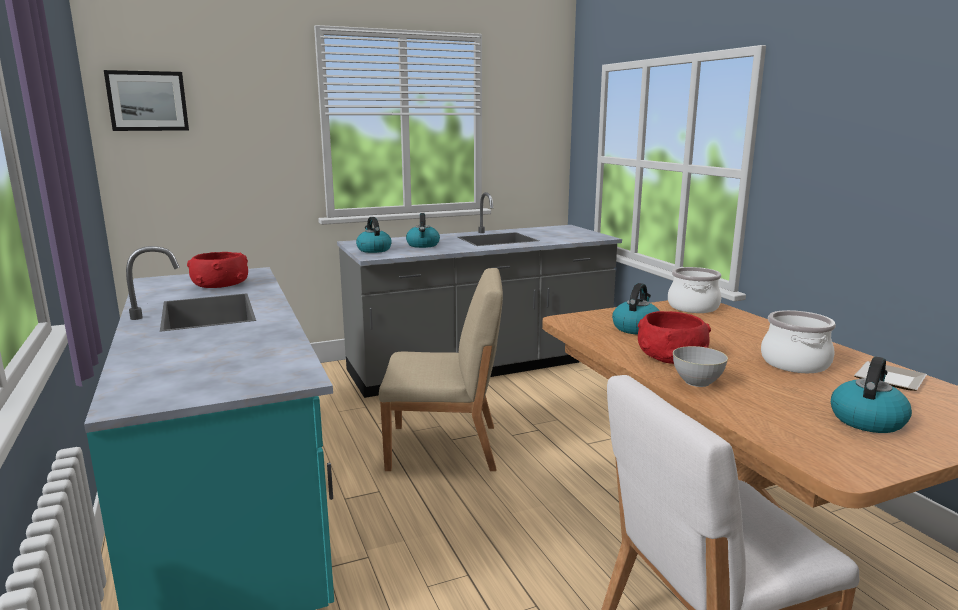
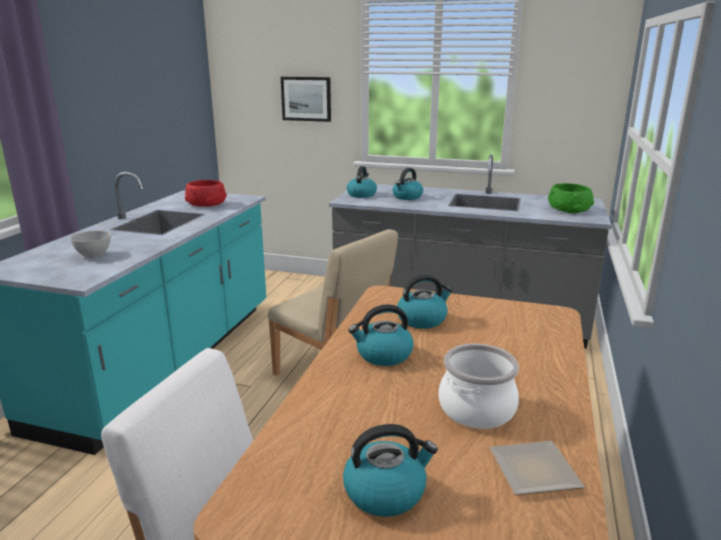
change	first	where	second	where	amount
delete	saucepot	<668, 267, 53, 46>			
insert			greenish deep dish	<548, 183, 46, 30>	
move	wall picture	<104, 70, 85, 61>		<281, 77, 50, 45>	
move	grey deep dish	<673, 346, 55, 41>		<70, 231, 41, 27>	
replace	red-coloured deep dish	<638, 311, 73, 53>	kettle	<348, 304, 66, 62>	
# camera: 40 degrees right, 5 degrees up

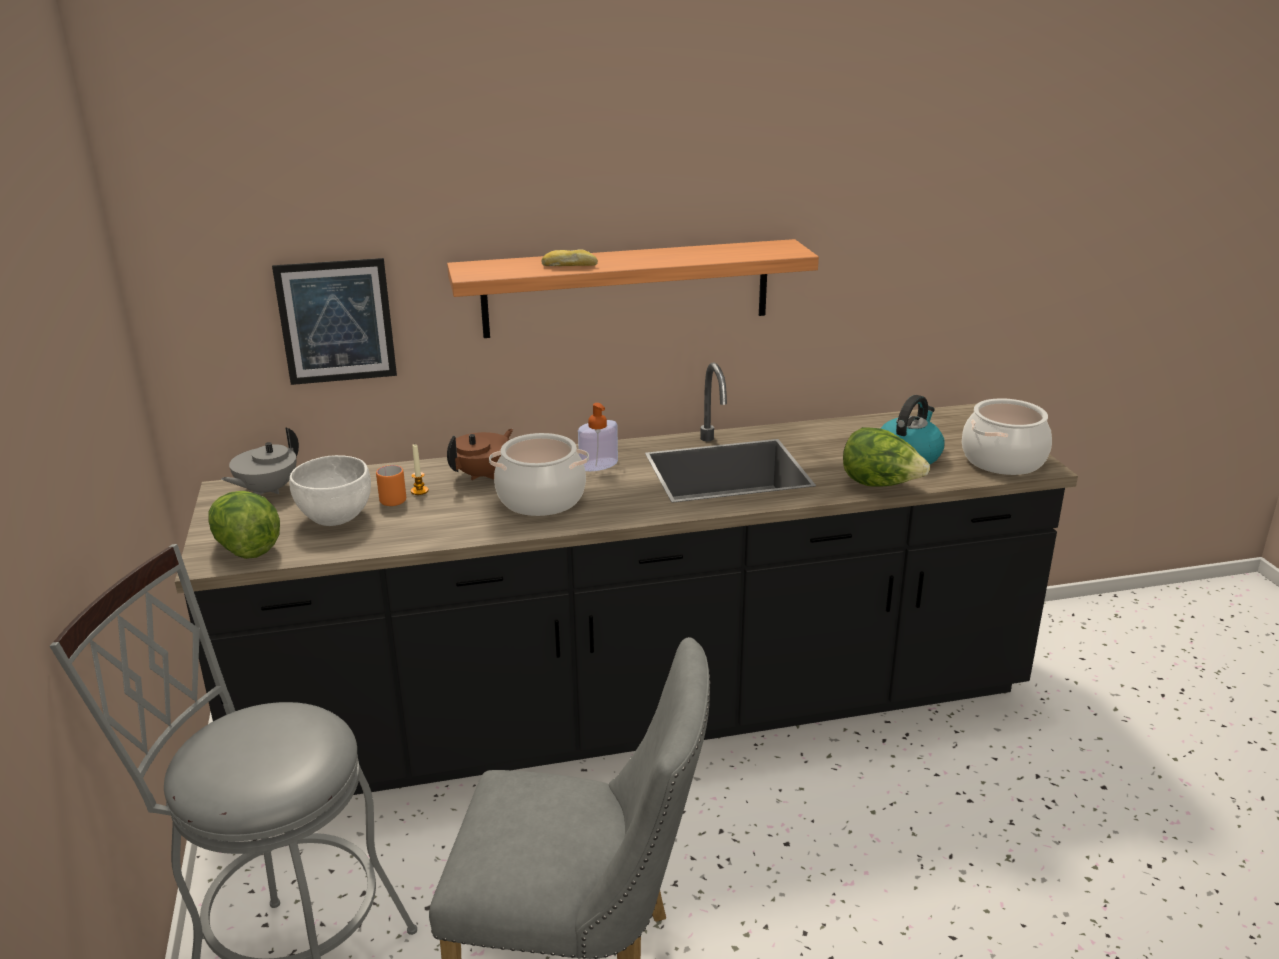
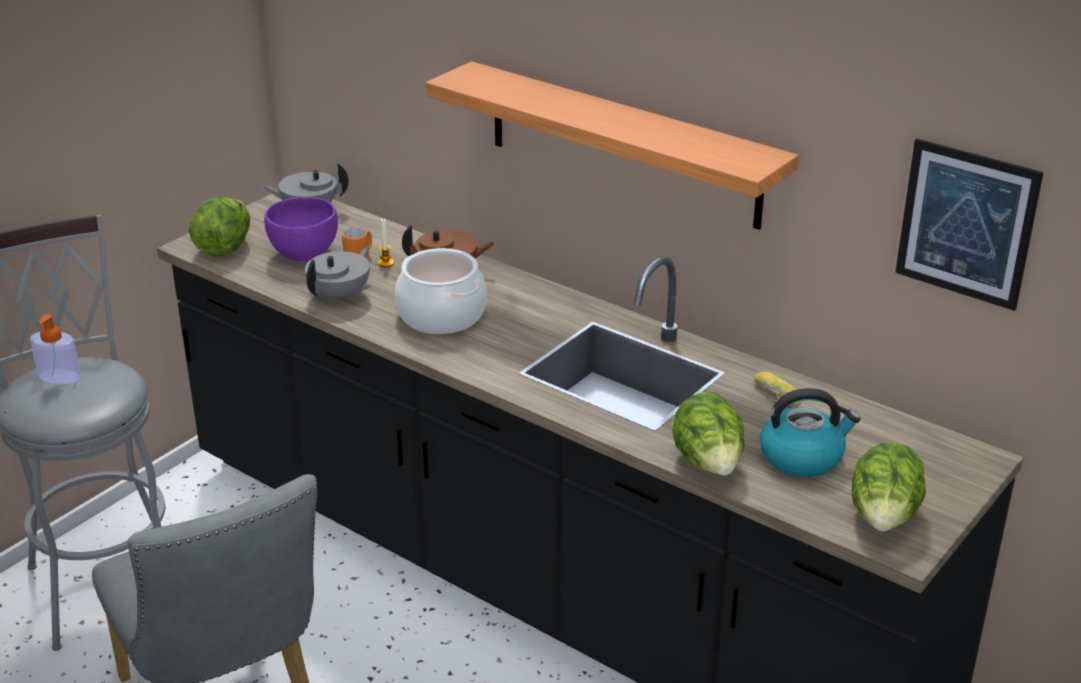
change	first	where	second	where	amount
insert			grey tea pot	<305, 246, 65, 57>	
move	wall picture	<272, 258, 125, 127>		<895, 138, 148, 173>	
move	baked bread	<541, 249, 57, 17>		<754, 372, 47, 34>	
move	soap bottle	<578, 403, 40, 68>		<30, 314, 51, 70>	
replace	saucepot	<962, 398, 90, 77>	head of lettuce	<851, 443, 75, 88>	
recolor	whitish deep dish	<289, 455, 82, 71>	purple-coloured deep dish	<264, 197, 74, 64>	
# camera: 50 degrees right, 5 degrees up

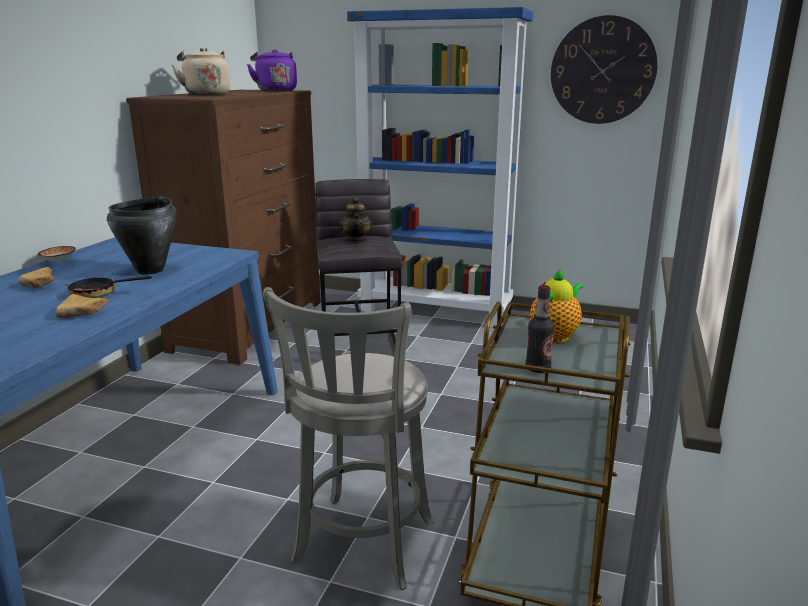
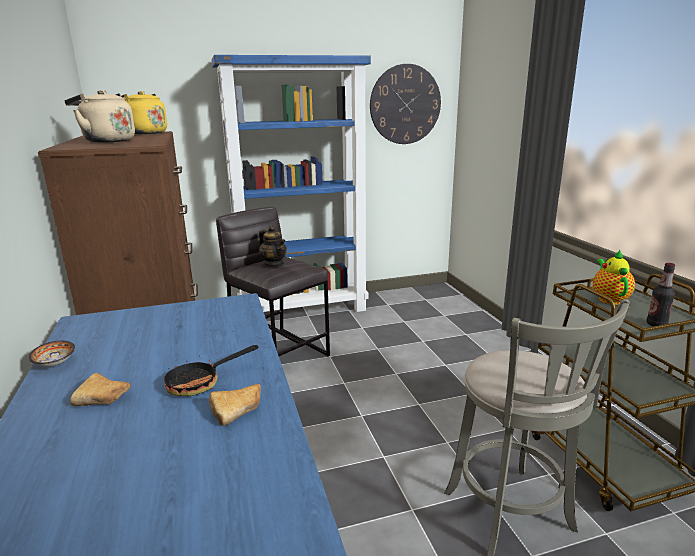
change	first	where	second	where	amount
delete	blackish saucepot	<107, 197, 70, 78>			
recolor	purple-coloured kettle	<247, 49, 50, 42>	yellow-coloured kettle	<121, 91, 46, 43>	
# camera: 35 degrees left, 0 degrees up

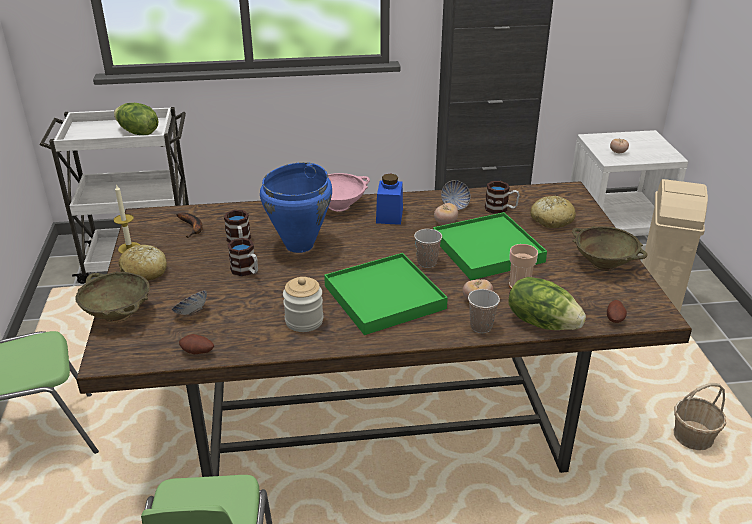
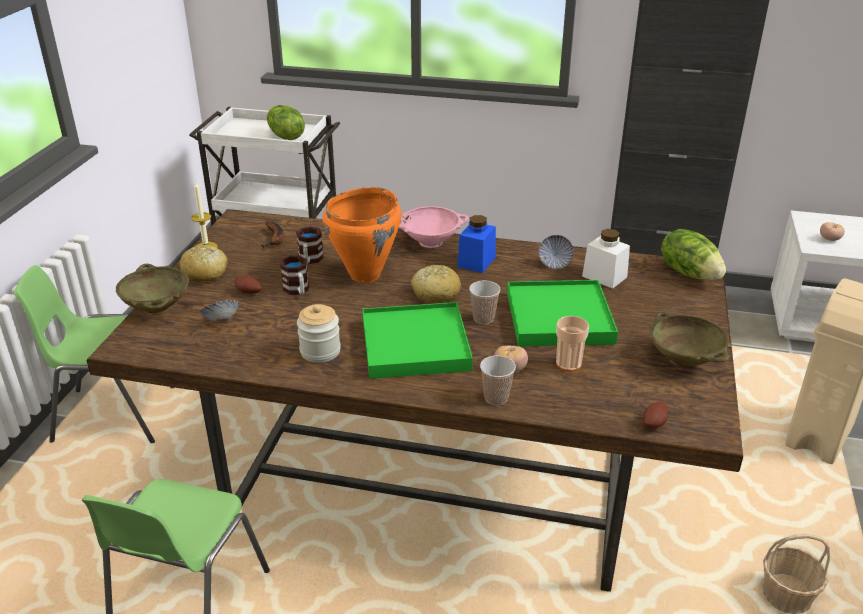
change	first	where	second	where	amount
delete	whole tomato	<434, 203, 24, 22>			
move	whole potato	<179, 334, 35, 20>		<234, 275, 28, 19>	
move	head of lettuce	<508, 277, 78, 53>		<661, 229, 65, 51>	
move	baked bread	<530, 196, 46, 32>		<411, 265, 50, 38>	
replace	tea mug	<485, 181, 35, 33>	whitish jar	<582, 229, 48, 60>	
recolor	bluish saucepot	<260, 162, 72, 91>	orange saucepot	<323, 187, 78, 96>	
# camera: 20 degrees right, 0 degrees up

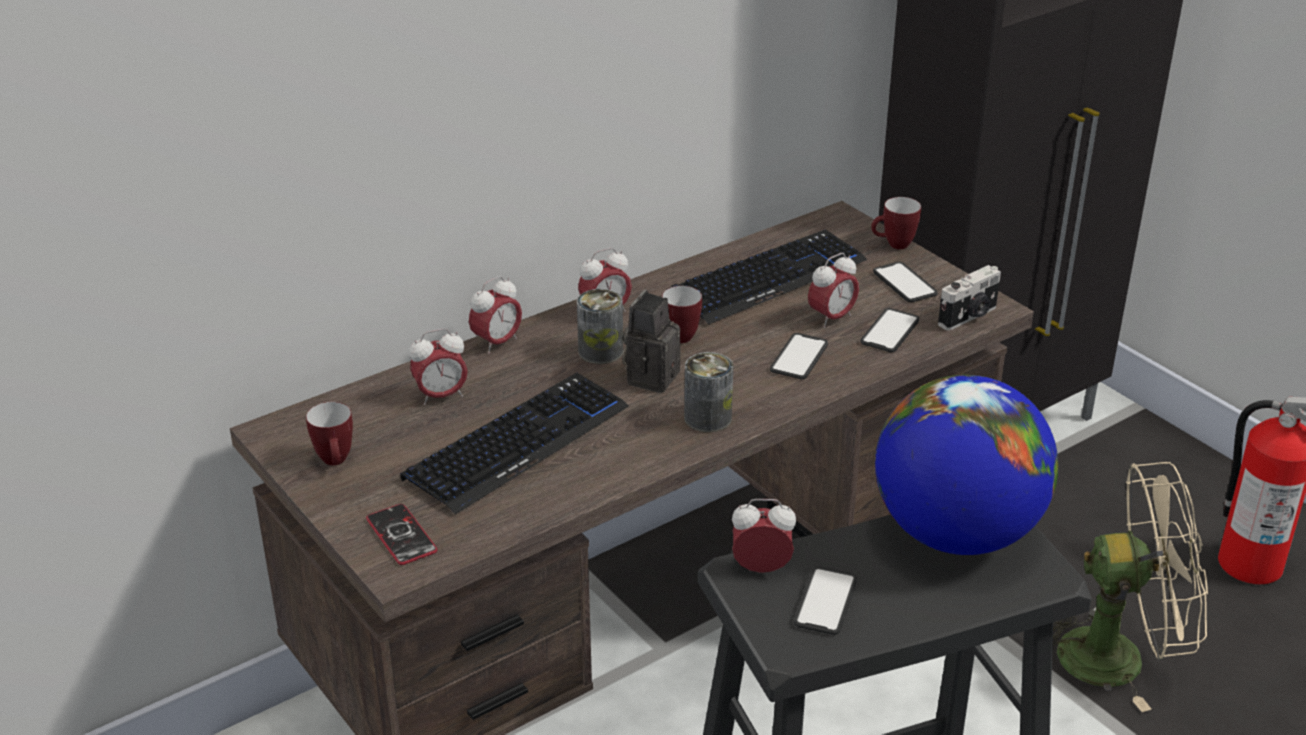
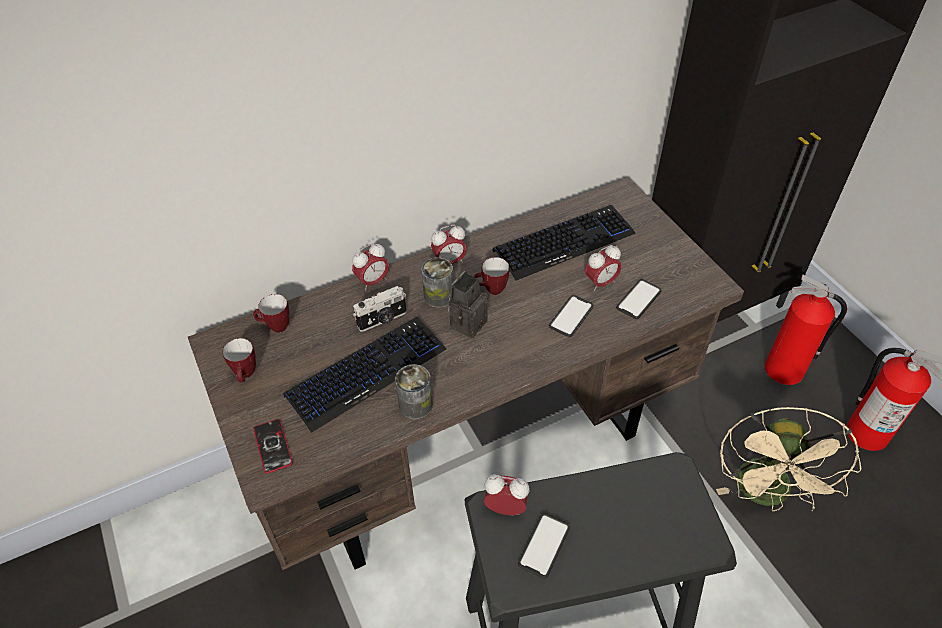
change	first	where	second	where	amount
delete	table clock	<409, 329, 59, 76>			
delete	telephone	<873, 262, 65, 40>			
delete	globe	<875, 375, 183, 180>			
insert			fire extinguisher	<765, 274, 82, 111>	
move	sealed can	<684, 352, 49, 80>		<395, 364, 38, 55>	
move	tea mug	<871, 197, 50, 52>		<253, 294, 36, 39>	
move	photo camera	<938, 265, 63, 66>		<353, 286, 54, 46>	
rotate	beige-coloured cooling fan	<1053, 462, 155, 250>		<716, 407, 145, 104>	90 degrees clockwise
# camera: 10 degrees right, 15 degrees up

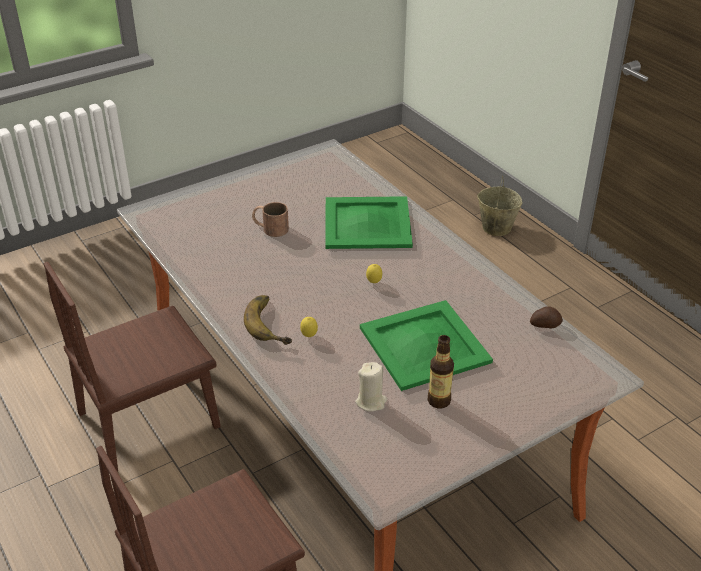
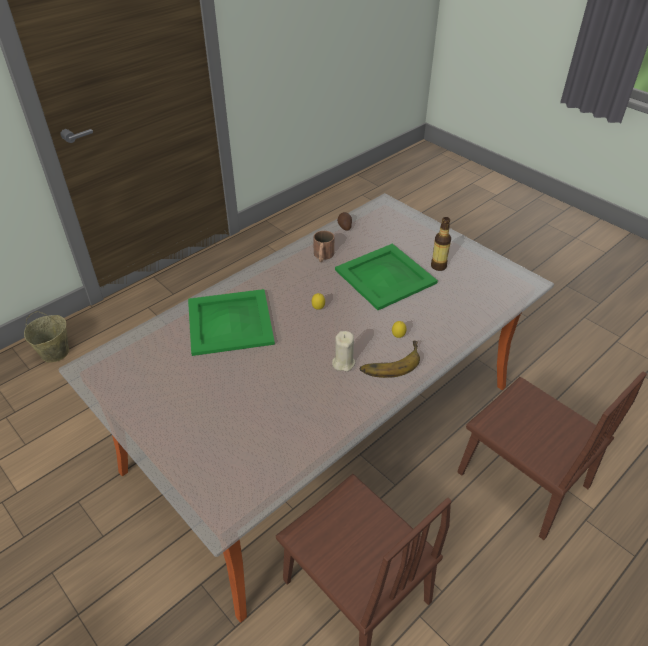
change	first	where	second	where	amount
move	brown-coloured tea mug	<252, 202, 37, 35>		<313, 231, 21, 31>	
move	beige-coloured wax candle	<355, 362, 32, 50>		<332, 331, 23, 40>	
# camera: 100 degrees left, 5 degrees up

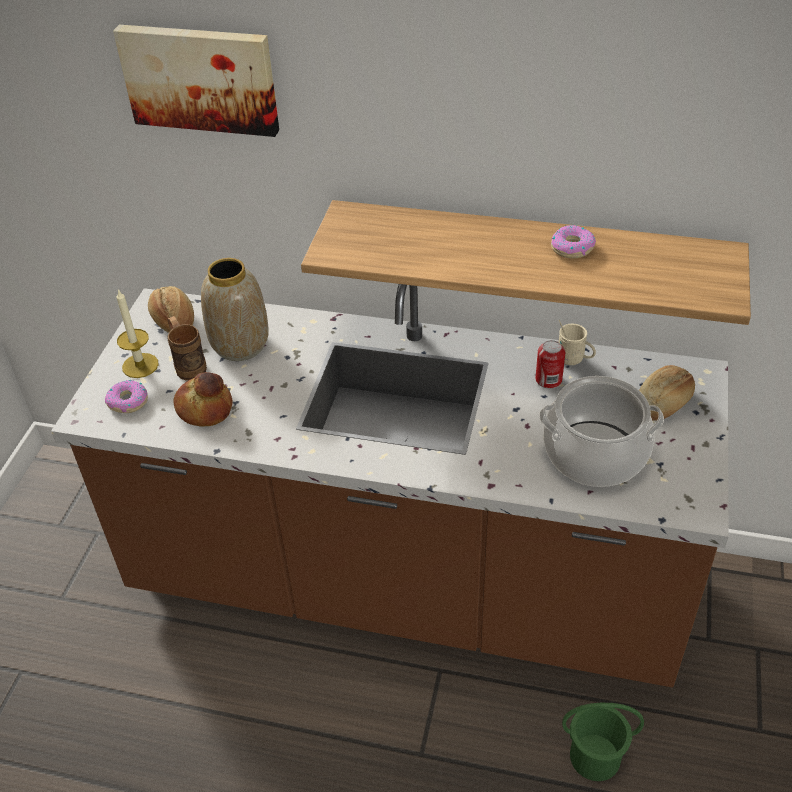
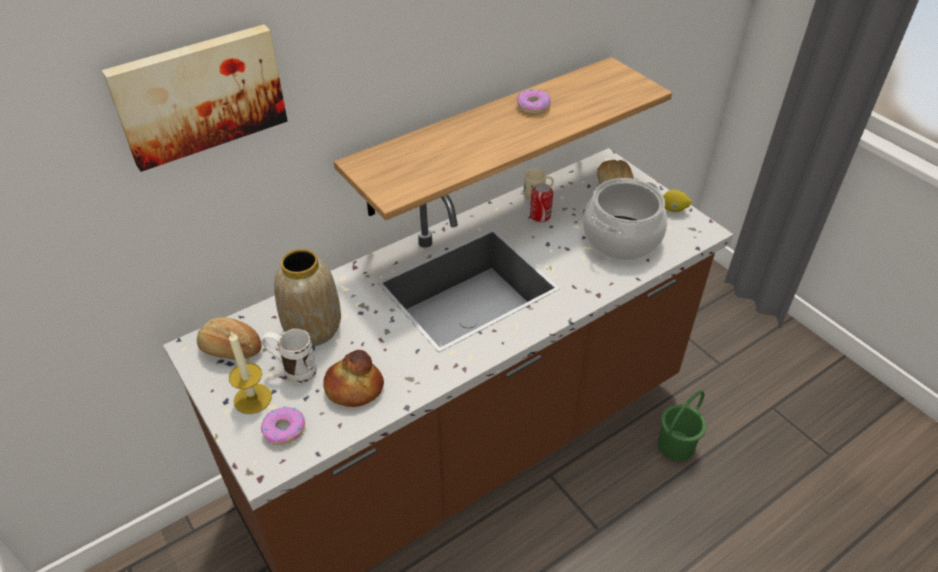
change	first	where	second	where	amount
insert			whole lemon	<663, 190, 29, 22>	
recolor	brown-coloured tea mug	<167, 316, 40, 64>	whitish tea mug	<261, 329, 56, 54>	
# camera: 50 degrees left, 0 degrees up

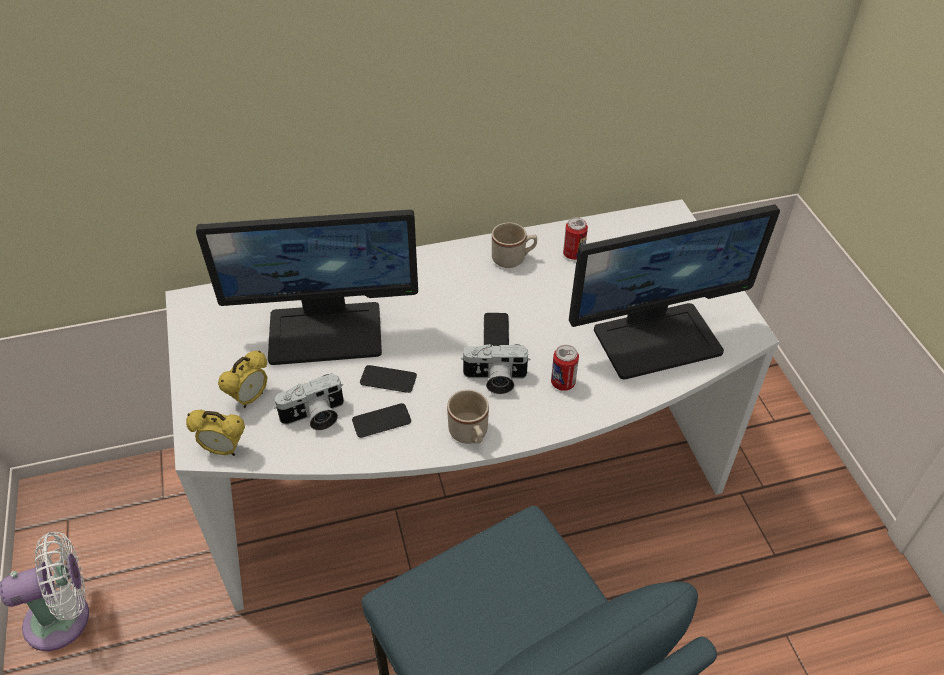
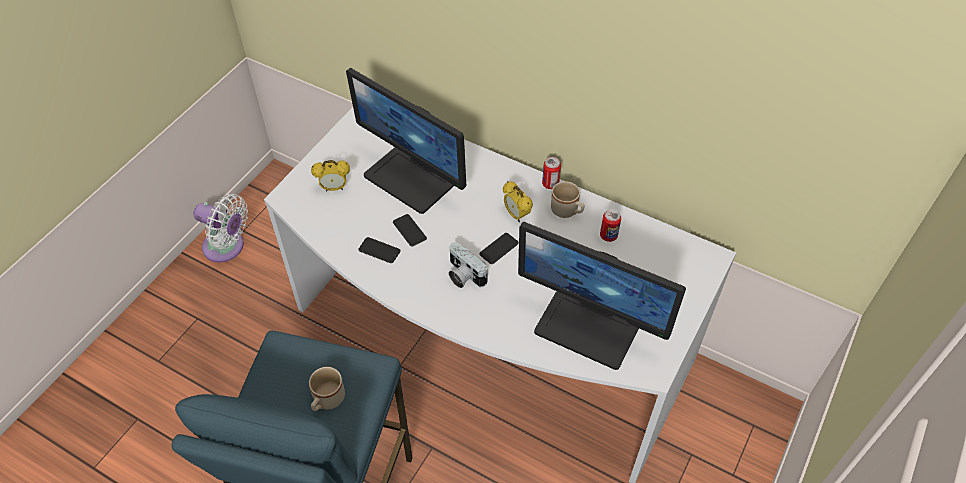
change	first	where	second	where	amount
delete	photo camera	<274, 373, 70, 57>			
move	table clock	<186, 410, 59, 46>		<503, 181, 30, 41>	
move	beige-coloured tea mug	<447, 390, 42, 54>		<309, 367, 36, 44>	
move	sealed can	<551, 345, 28, 46>		<542, 157, 19, 32>	
# camera: 45 degrees right, 5 degrees up

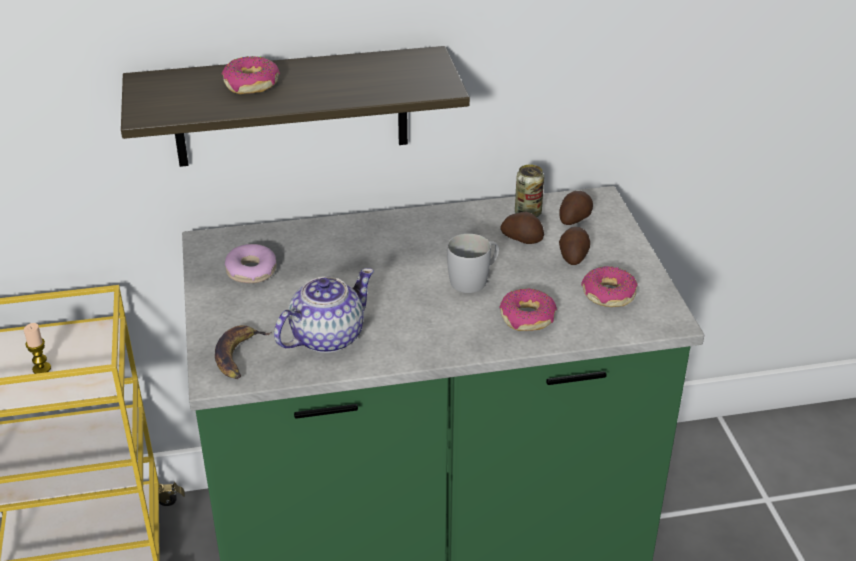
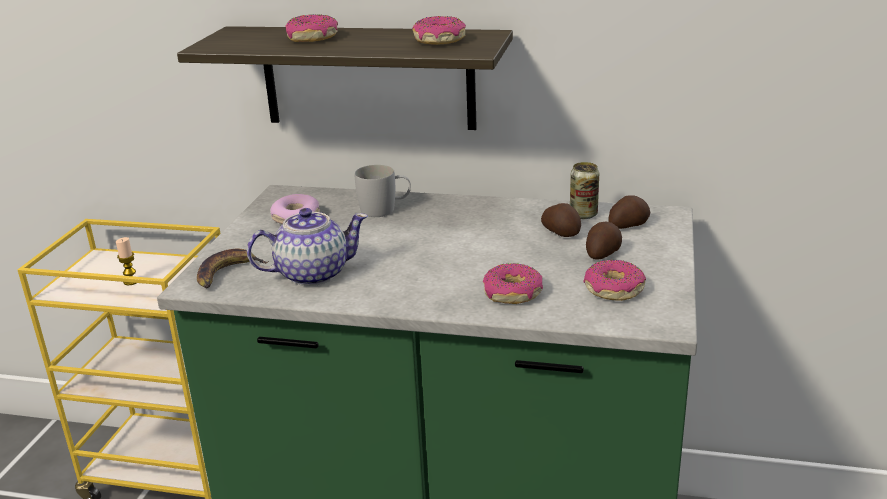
change	first	where	second	where	amount
insert			ring doughnut	<412, 16, 54, 29>	
move	whitish tea mug	<447, 234, 52, 59>		<355, 165, 56, 52>	
# camera: 25 degrees right, 10 degrees down

